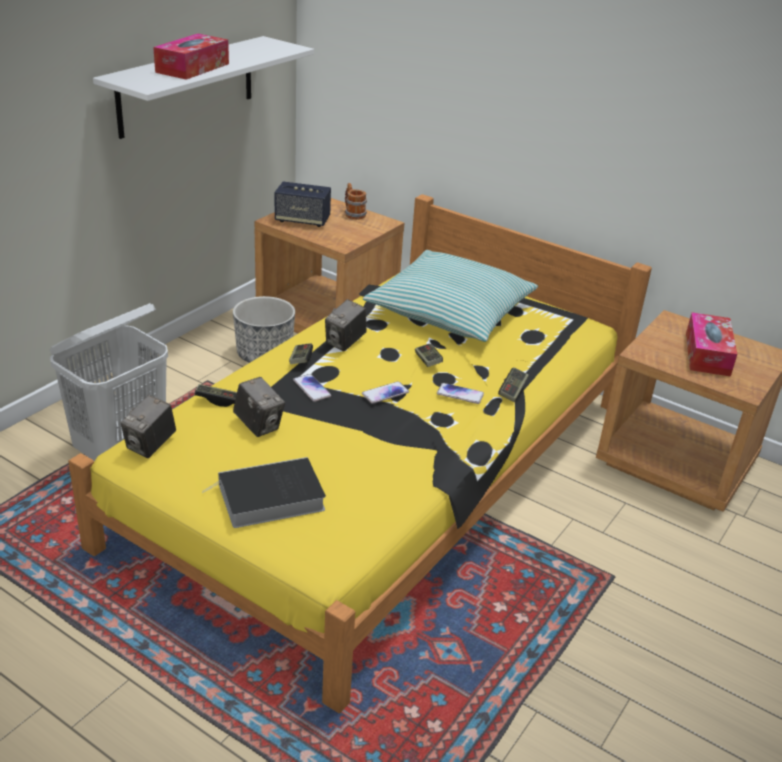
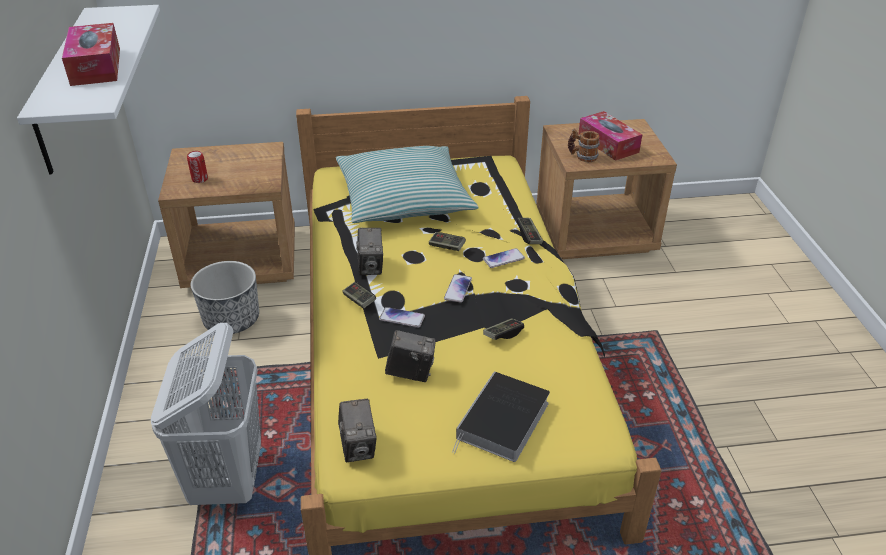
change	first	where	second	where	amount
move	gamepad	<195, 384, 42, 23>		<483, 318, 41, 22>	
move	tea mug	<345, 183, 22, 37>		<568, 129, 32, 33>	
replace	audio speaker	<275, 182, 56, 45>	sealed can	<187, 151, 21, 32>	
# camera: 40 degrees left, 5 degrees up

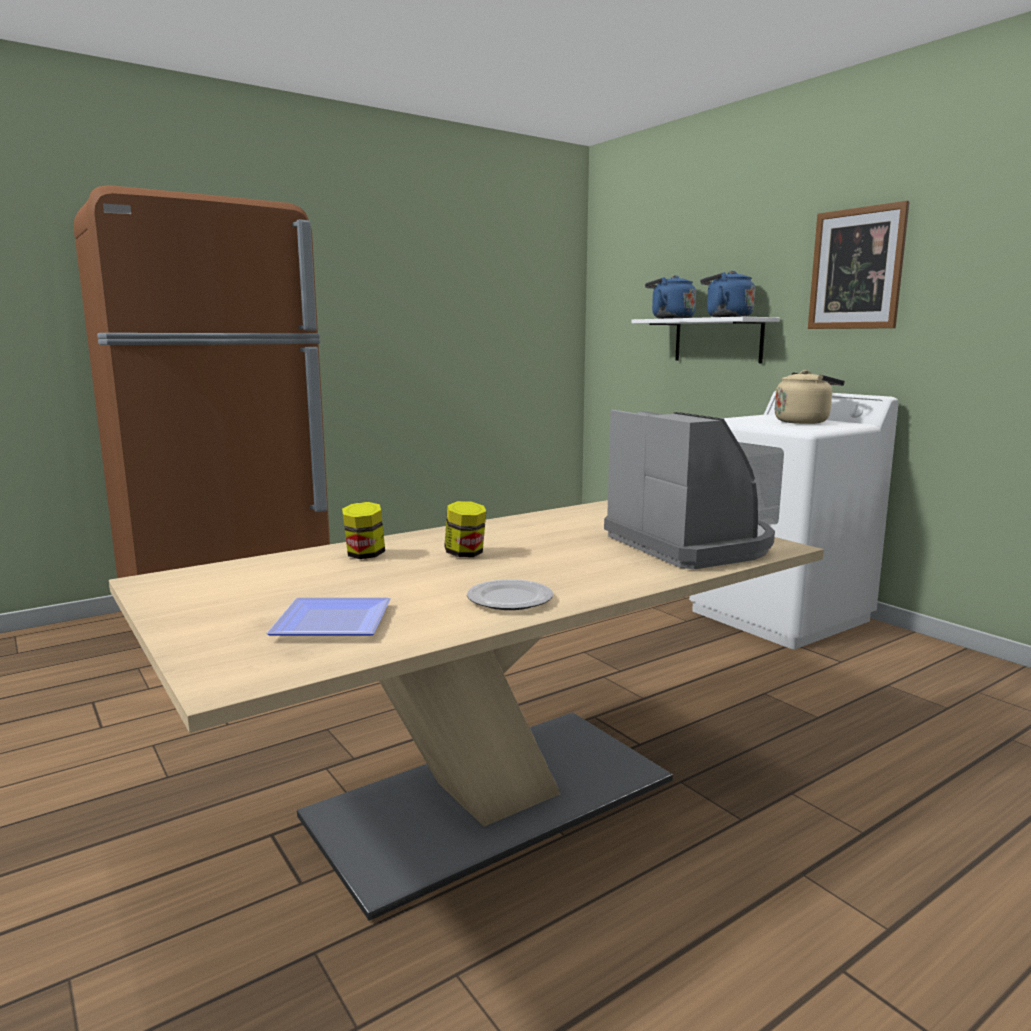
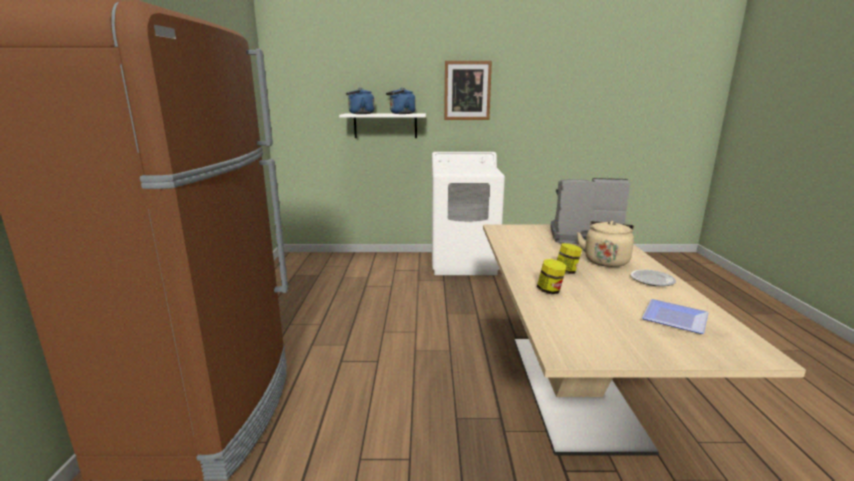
change	first	where	second	where	amount
move	beige-coloured kettle	<775, 370, 70, 54>		<577, 221, 57, 46>	
# camera: 55 degrees left, 5 degrees up

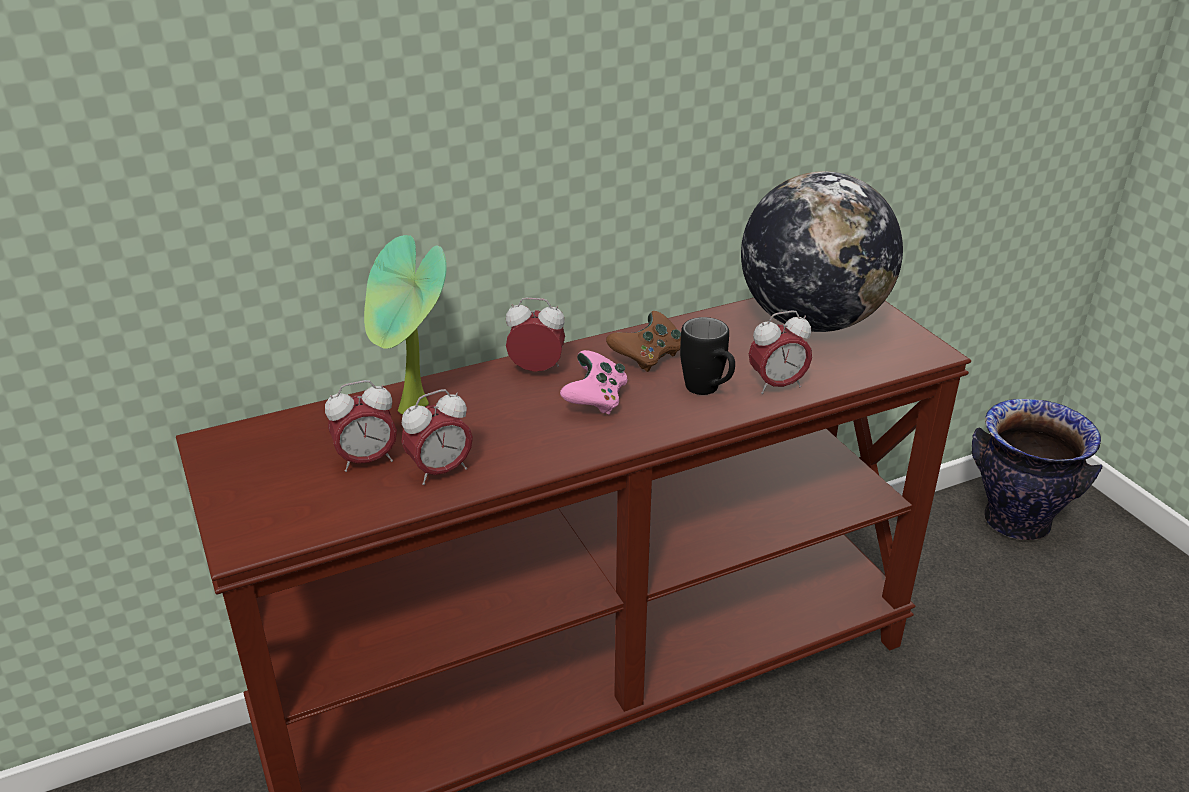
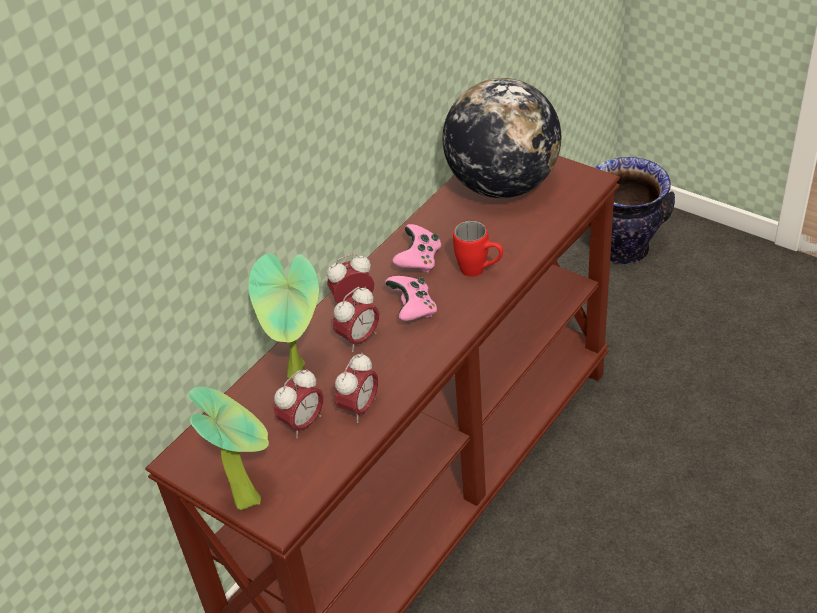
change	first	where	second	where	amount
insert			plant in a pot	<187, 387, 82, 123>	
move	table clock	<749, 310, 63, 84>		<333, 286, 46, 66>	
recolor	brown-coloured gamepad	<606, 311, 75, 61>	pink-coloured gamepad	<392, 224, 49, 49>	
recolor	blackish tea mug	<680, 317, 55, 78>	red-coloured tea mug	<453, 220, 50, 57>	
# camera: 25 degrees left, 10 degrees up

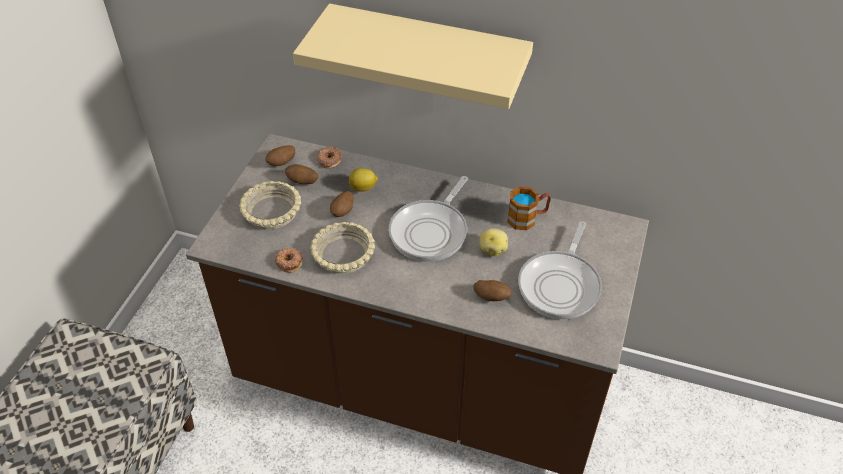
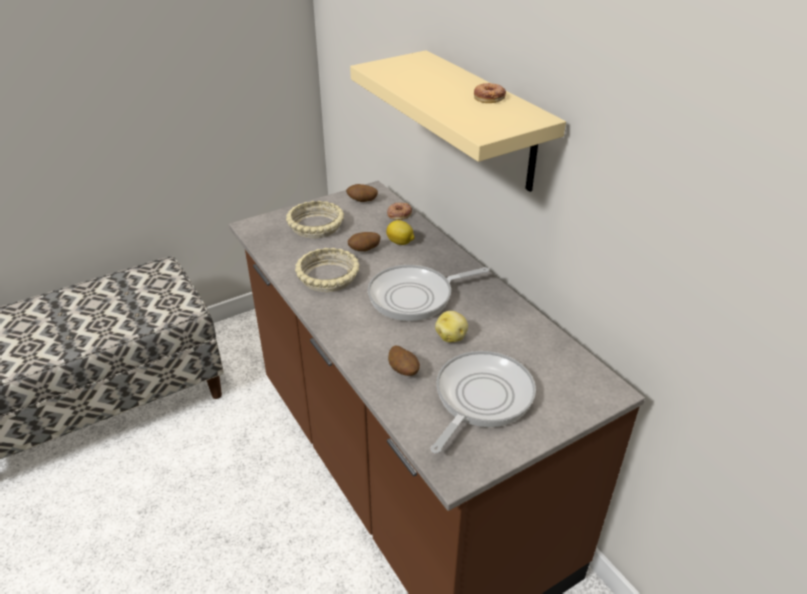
change	first	where	second	where	amount
delete	whole potato	<285, 164, 33, 20>			
delete	tea mug	<507, 186, 44, 44>			
move	ring doughnut	<275, 248, 28, 25>		<474, 83, 32, 20>	
rotate	pan	<518, 221, 84, 98>		<430, 351, 106, 103>	150 degrees clockwise
# camera: 40 degrees right, 10 degrees down

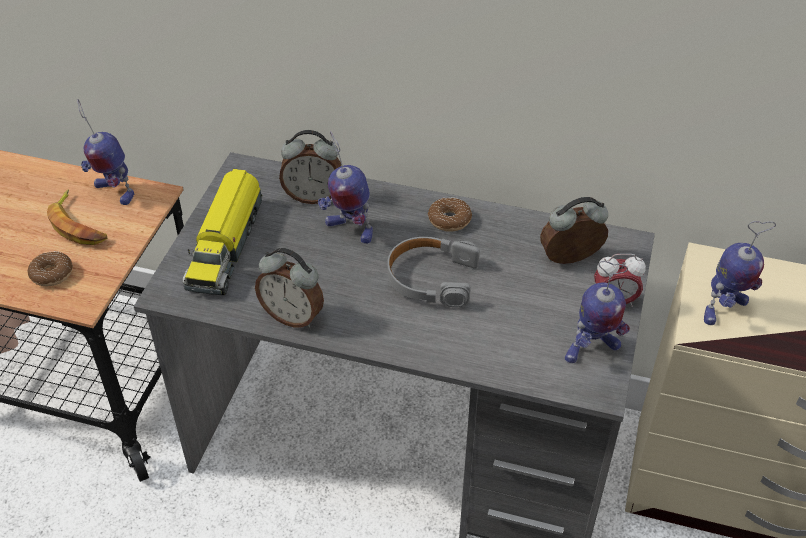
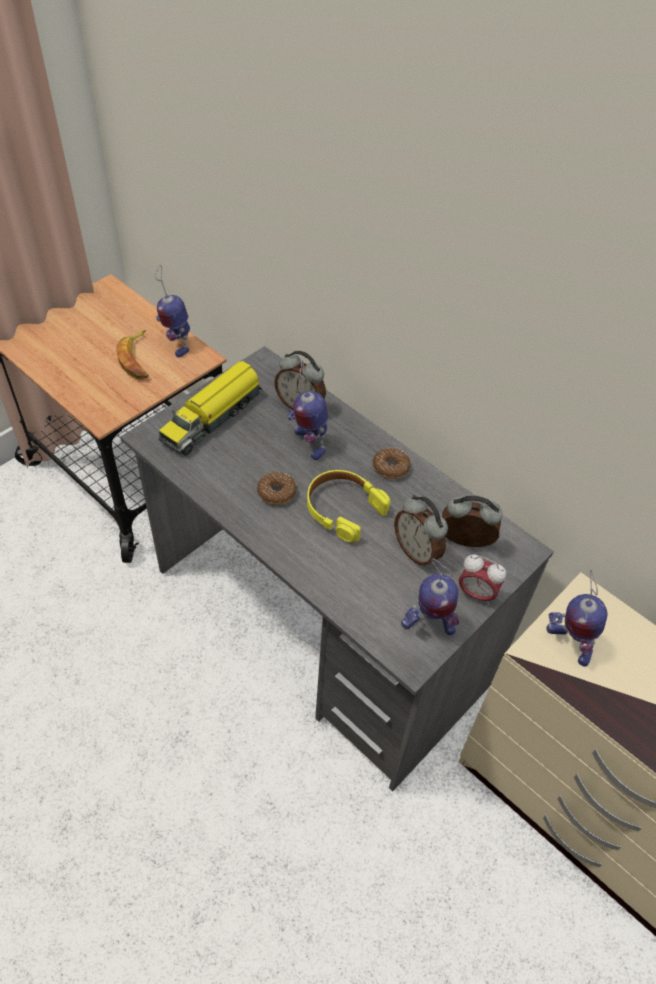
change	first	where	second	where	amount
move	ring doughnut	<27, 251, 46, 35>		<257, 472, 39, 33>	
move	table clock	<255, 248, 69, 80>		<394, 495, 54, 72>	
recolor	grey headset	<388, 237, 92, 70>	yellow-coloured headset	<307, 470, 83, 72>	
rotate	robot figure	<704, 221, 72, 104>		<547, 570, 61, 97>	60 degrees clockwise
# camera: 25 degrees right, 5 degrees up

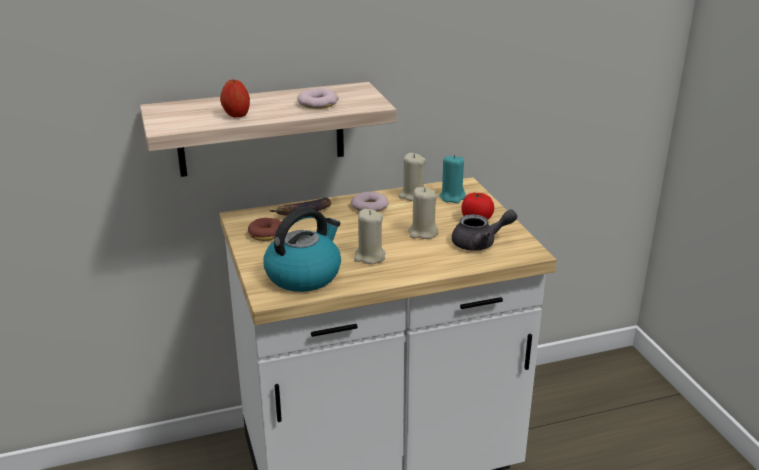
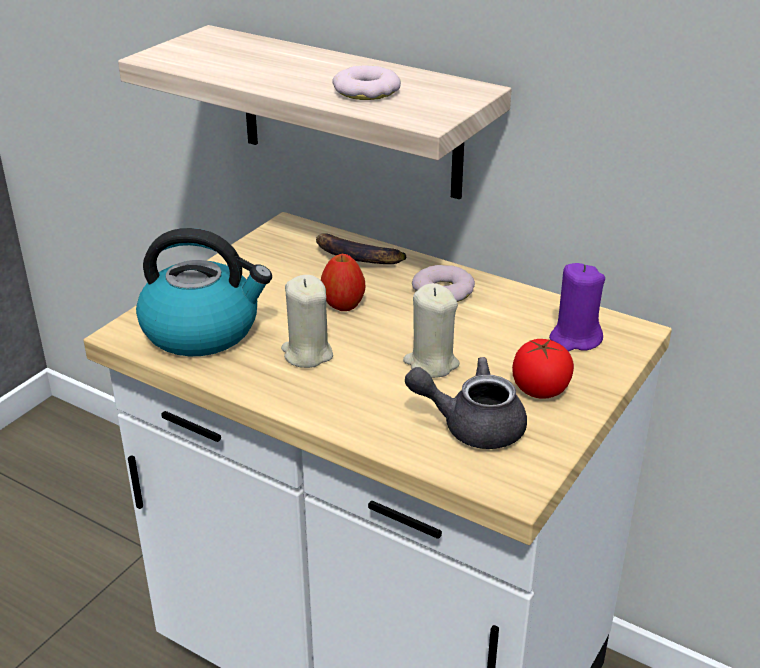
change	first	where	second	where	amount
delete	ring doughnut	<248, 218, 33, 23>			
delete	beige-coloured wax candle	<399, 153, 27, 48>			
move	apple fruit	<220, 79, 30, 38>		<321, 254, 44, 57>	
recolor	blue-green wax candle	<439, 155, 27, 48>	purple-coloured wax candle	<549, 263, 56, 88>	
rotate	grey tea pot	<452, 209, 65, 42>		<405, 357, 122, 92>	150 degrees clockwise
# camera: 50 degrees right, 5 degrees up

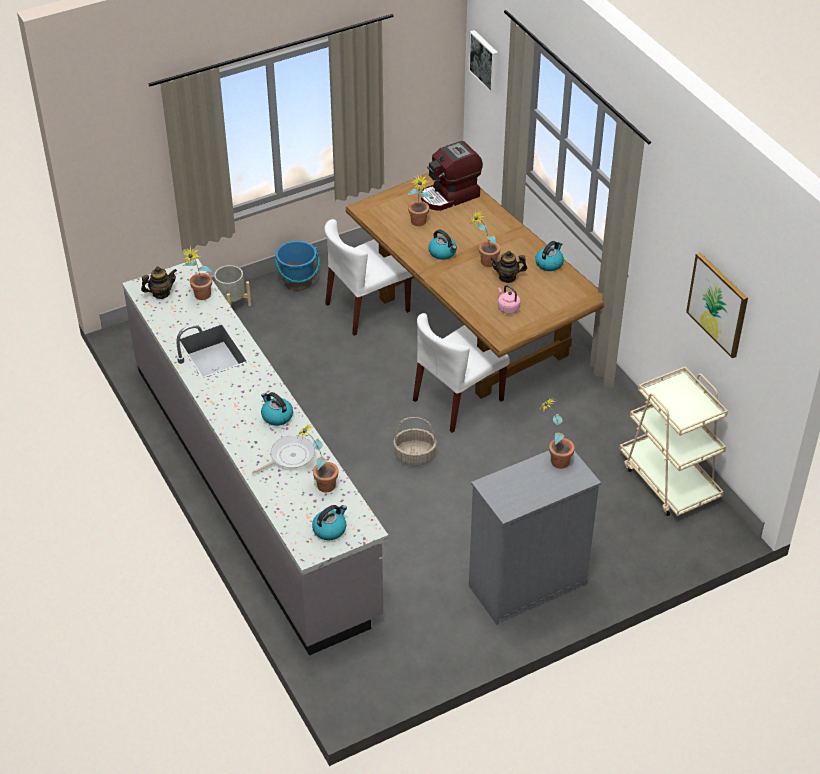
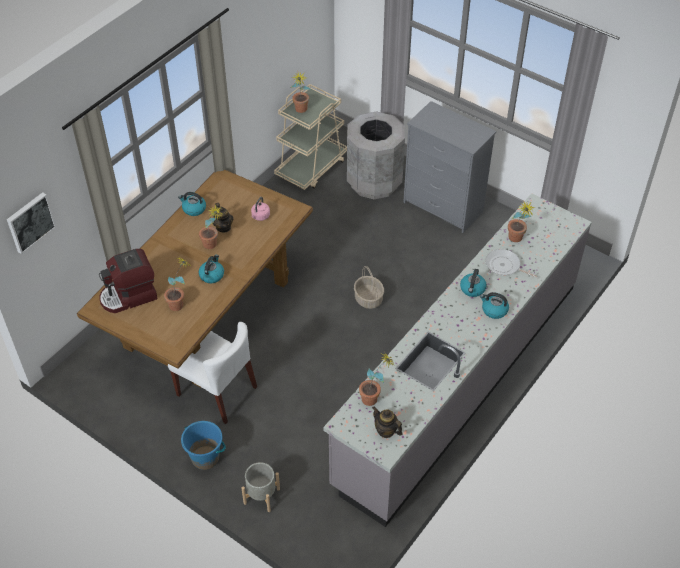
change	first	where	second	where	amount
delete	whitish upright chair	<413, 313, 97, 120>			
delete	wall picture	<686, 252, 62, 106>			
insert			grey trash can	<347, 111, 58, 88>	
move	kettle	<312, 505, 35, 35>		<480, 292, 29, 27>	
move	plant in a pot	<537, 398, 38, 71>		<290, 73, 20, 40>	
rotate	coffee maker	<421, 141, 62, 70>		<99, 249, 59, 64>	120 degrees clockwise
# camera: 115 degrees left, 5 degrees up

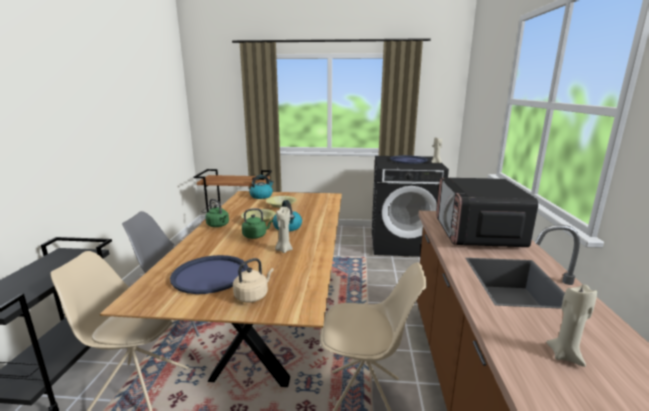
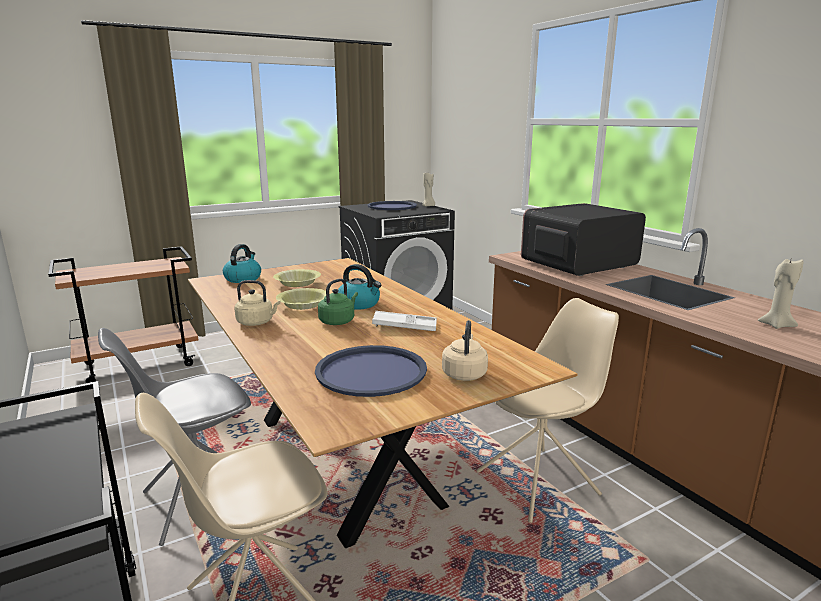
change	first	where	second	where	amount
replace	beige-coloured wax candle	<275, 207, 18, 46>	whitish serving tray	<372, 311, 65, 20>	
recolor	greenish kettle	<205, 199, 24, 28>	beige-coloured kettle	<234, 280, 47, 46>	
rotate	kitchen microwave	<436, 177, 102, 70>		<521, 203, 125, 73>	90 degrees clockwise
# camera: 35 degrees left, 0 degrees up

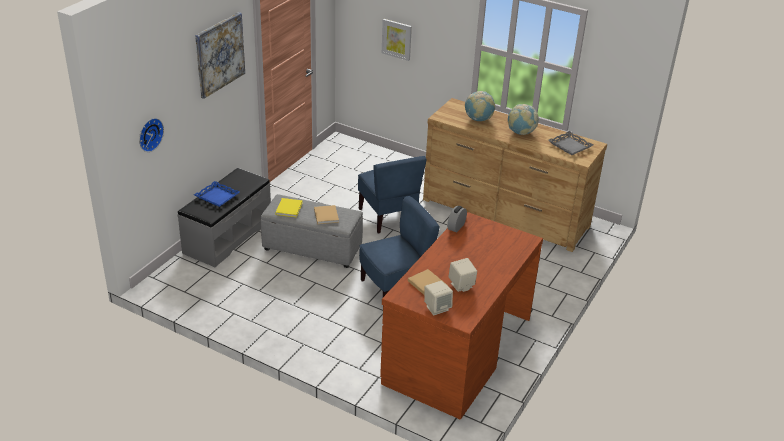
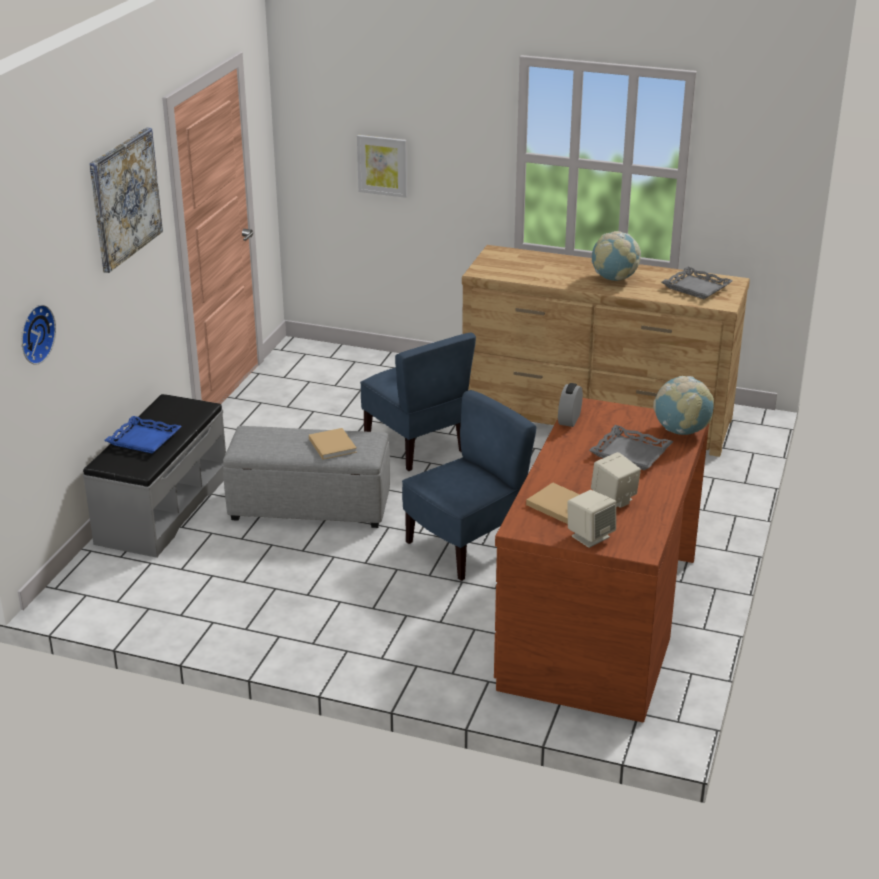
change	first	where	second	where	amount
delete	yellow-coloured volume	<275, 198, 28, 19>			
insert			grey serving tray	<589, 425, 84, 45>	
move	globe	<465, 91, 30, 30>		<653, 376, 61, 59>	
# camera: 10 degrees left, 5 degrees down

